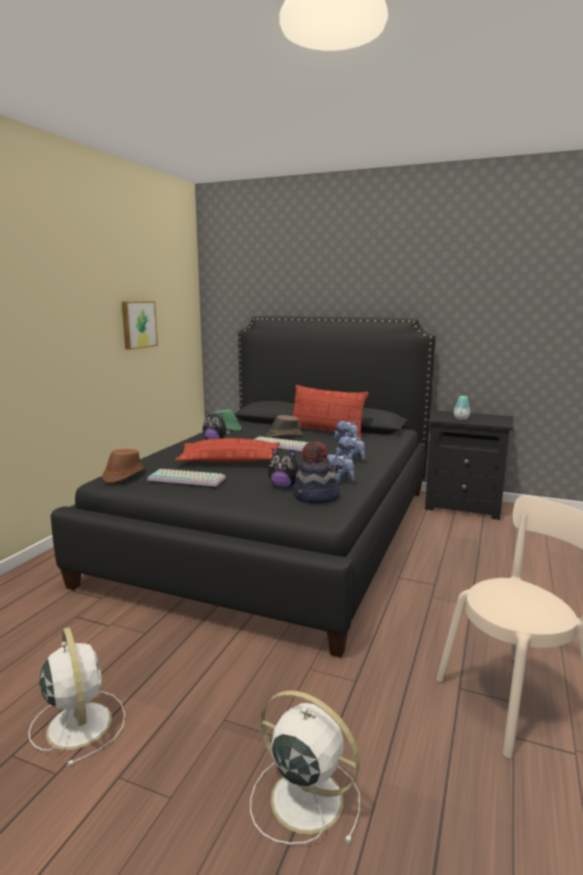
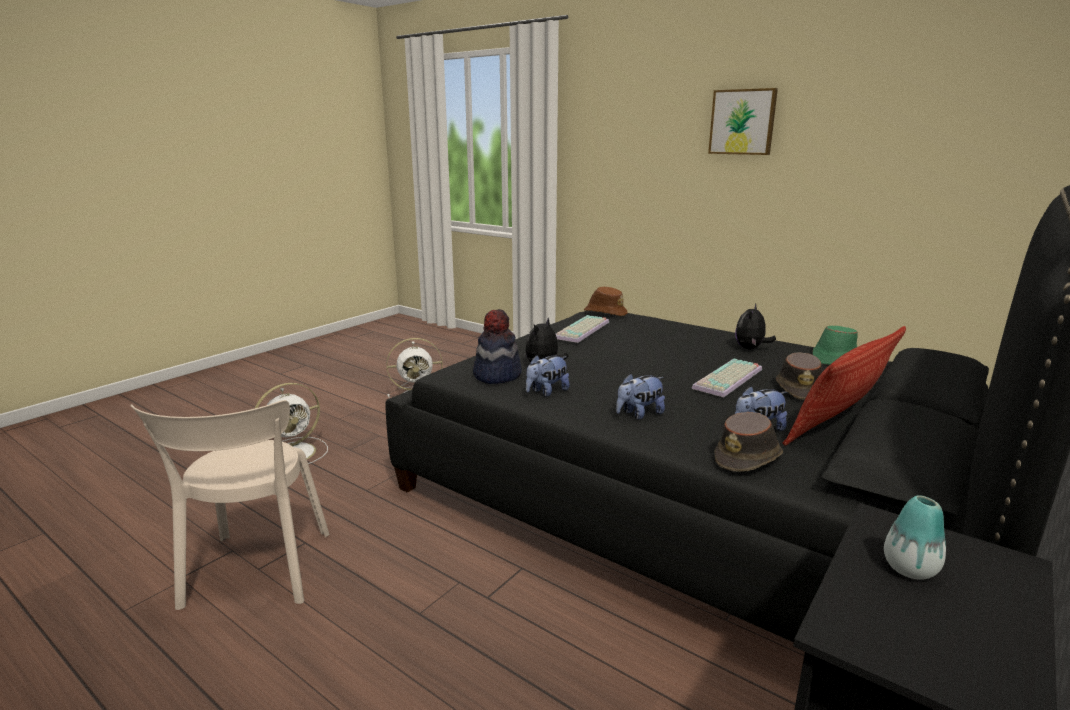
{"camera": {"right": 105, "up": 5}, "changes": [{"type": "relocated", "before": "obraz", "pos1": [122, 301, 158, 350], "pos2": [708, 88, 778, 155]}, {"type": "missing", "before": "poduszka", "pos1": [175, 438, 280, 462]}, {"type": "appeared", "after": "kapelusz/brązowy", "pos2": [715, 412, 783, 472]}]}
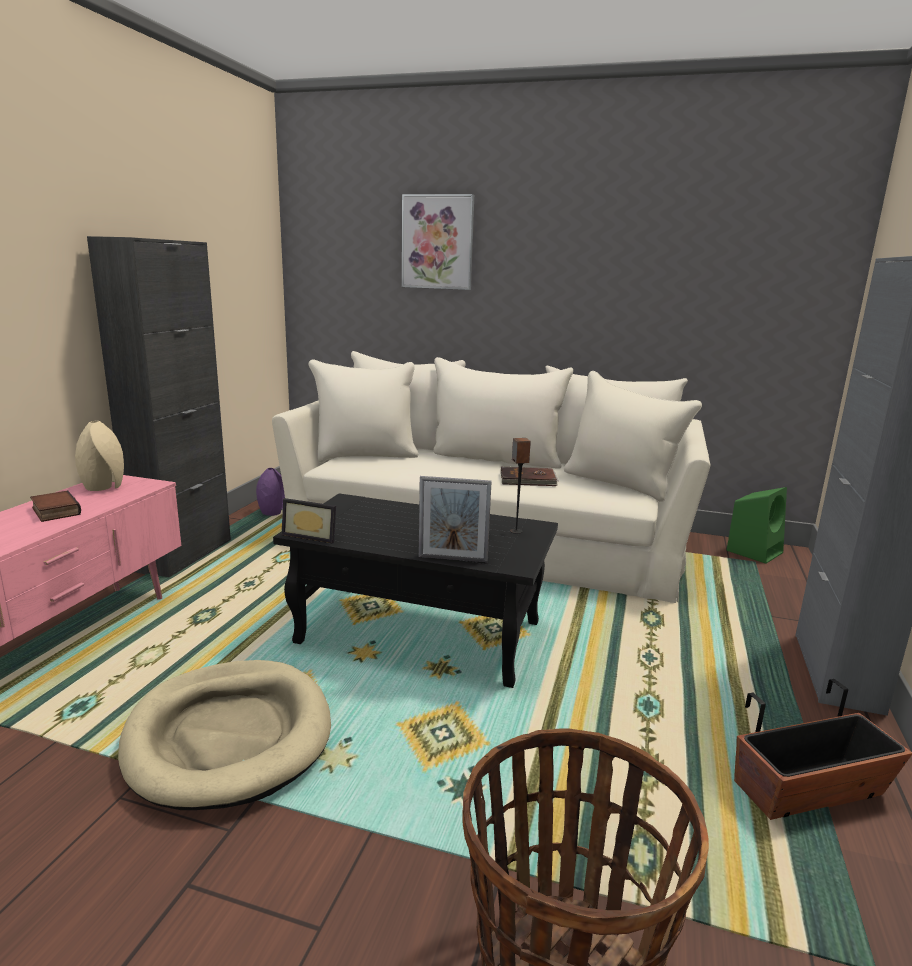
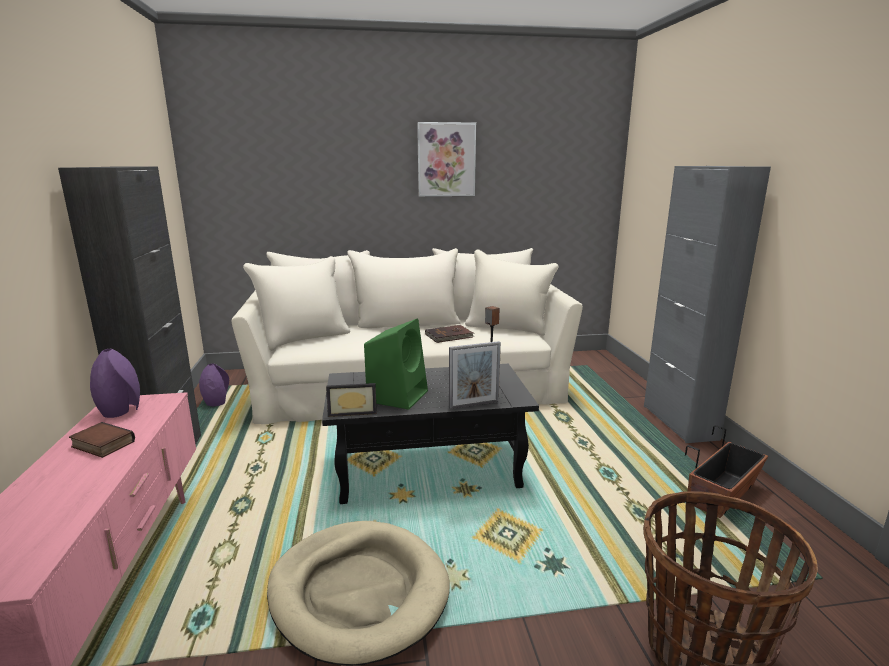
{"camera": {"right": -25, "up": 0}, "changes": [{"type": "relocated", "before": "obraz", "pos1": [402, 194, 474, 290], "pos2": [417, 122, 476, 197]}, {"type": "colour", "before": "wazon/beżowy", "after": "wazon/fioletowy", "pos1": [75, 421, 124, 491], "pos2": [90, 349, 140, 418]}, {"type": "relocated", "before": "głośnik/zielony", "pos1": [726, 487, 787, 564], "pos2": [364, 318, 428, 410]}]}
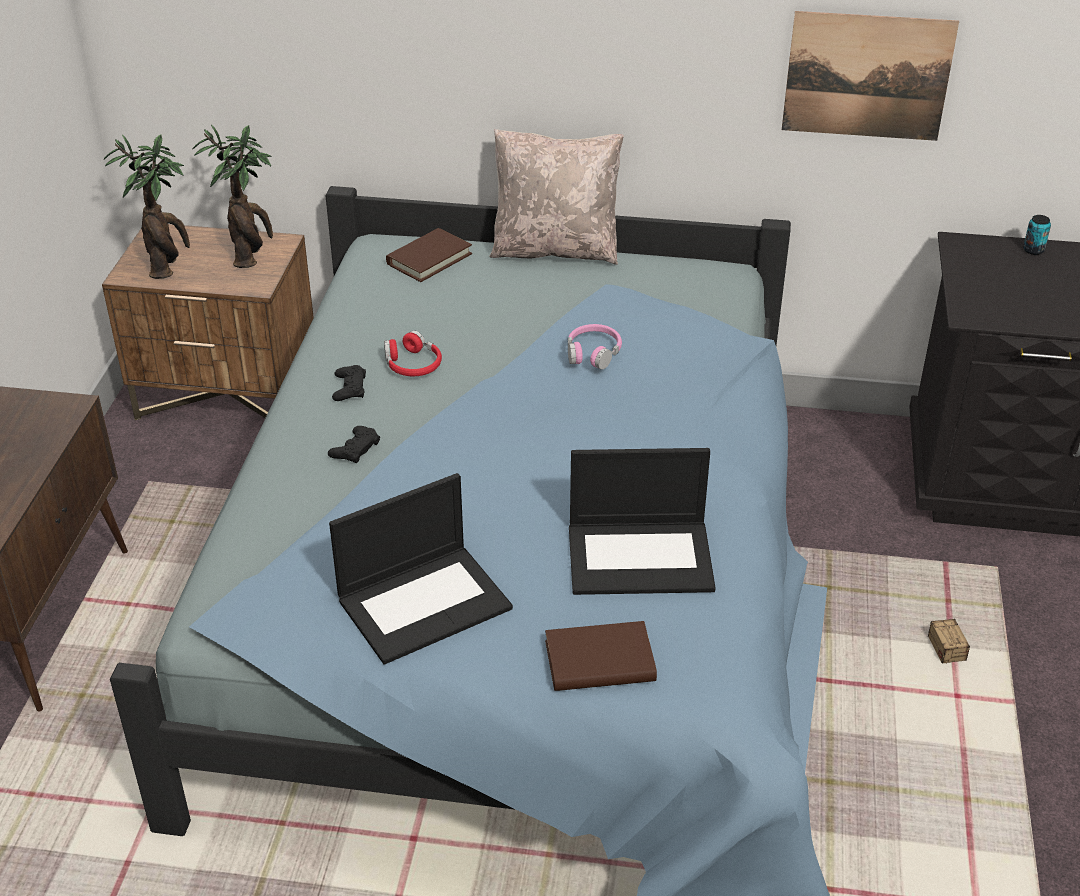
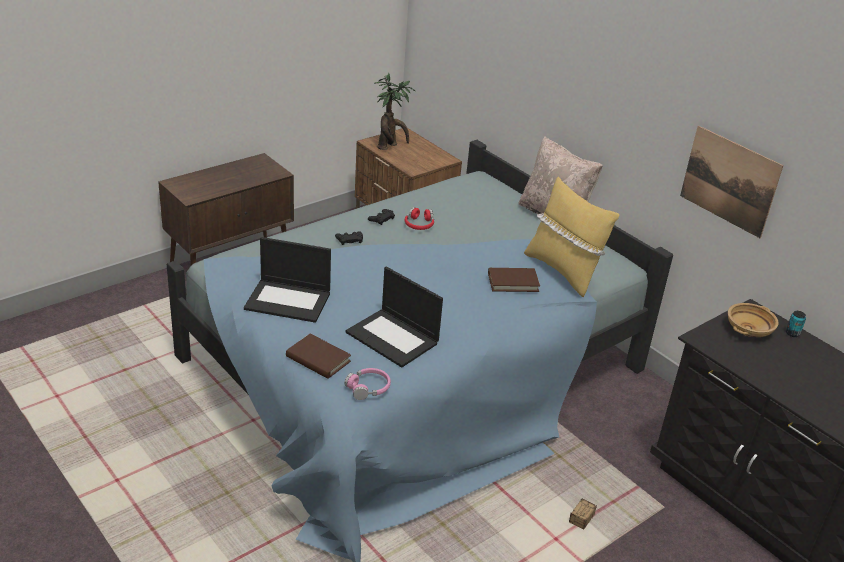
{"camera": {"right": 40, "up": -5}, "changes": [{"type": "missing", "before": "roślina doniczkowa", "pos1": [192, 125, 273, 268]}, {"type": "relocated", "before": "książka/brązowy", "pos1": [386, 228, 472, 282], "pos2": [488, 268, 540, 292]}, {"type": "relocated", "before": "słuchawki/różowy", "pos1": [568, 324, 622, 369], "pos2": [344, 368, 391, 400]}, {"type": "appeared", "after": "poduszka/żółty", "pos2": [524, 176, 619, 297]}, {"type": "appeared", "after": "miska/beżowy", "pos2": [728, 303, 779, 337]}]}
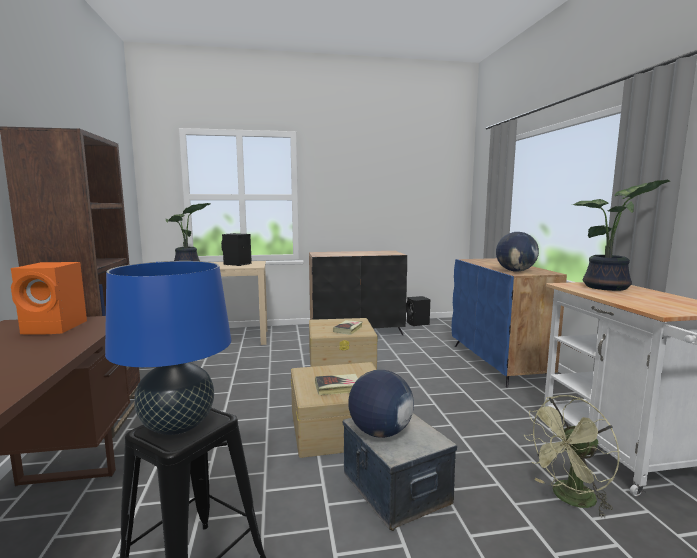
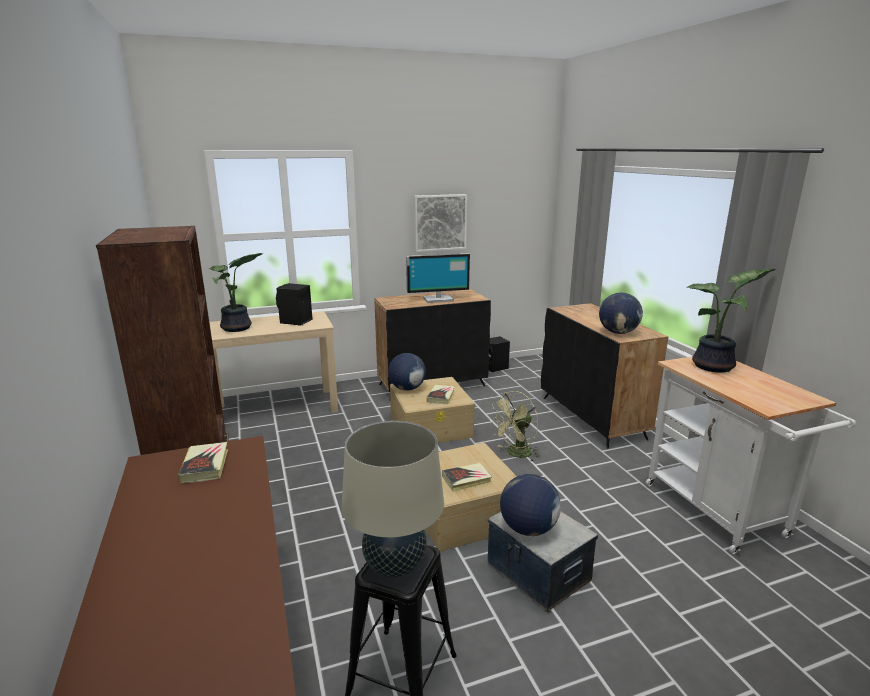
{"camera": {"right": -10, "up": 10}, "changes": [{"type": "colour", "before": "szafka/niebieski", "after": "szafka/czarny", "pos1": [452, 258, 567, 388], "pos2": [541, 303, 668, 449]}, {"type": "colour", "before": "lampa stołowa/niebieski", "after": "lampa stołowa/beżowy", "pos1": [105, 261, 231, 435], "pos2": [342, 421, 444, 577]}, {"type": "exchanged", "before": "głośnik/pomarańczowy", "after": "książka", "pos1": [11, 262, 87, 335], "pos2": [178, 442, 228, 483]}, {"type": "relocated", "before": "wentylator/zielony", "pos1": [524, 395, 620, 518], "pos2": [489, 391, 540, 462]}, {"type": "appeared", "after": "obraz", "pos2": [414, 194, 467, 252]}, {"type": "appeared", "after": "monitor", "pos2": [406, 253, 470, 303]}, {"type": "appeared", "after": "globus", "pos2": [388, 353, 426, 391]}]}
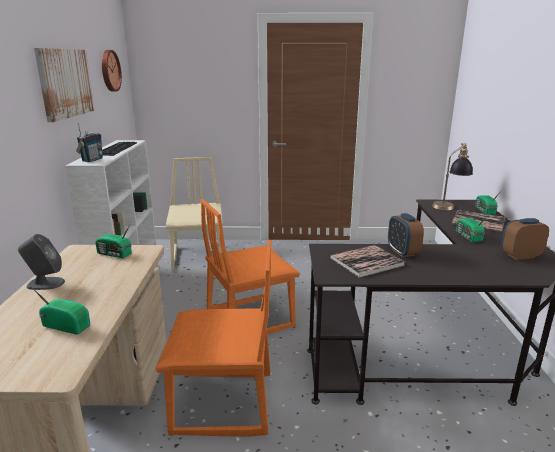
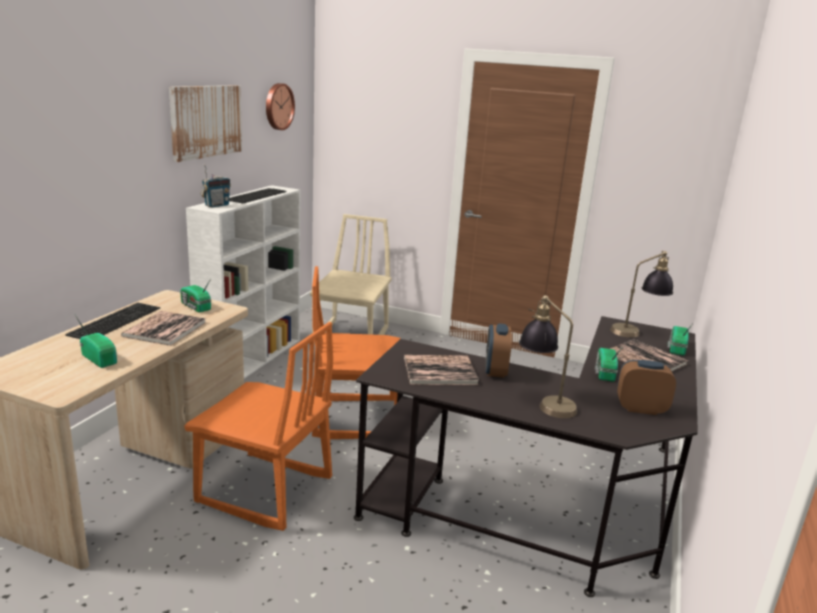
{"camera": {"right": 20, "up": 0}, "changes": [{"type": "exchanged", "before": "głośnik/szary", "after": "klawiatura", "pos1": [18, 234, 65, 290], "pos2": [65, 303, 160, 339]}, {"type": "appeared", "after": "lampa stołowa", "pos2": [519, 295, 577, 418]}, {"type": "appeared", "after": "książka", "pos2": [121, 311, 206, 346]}]}
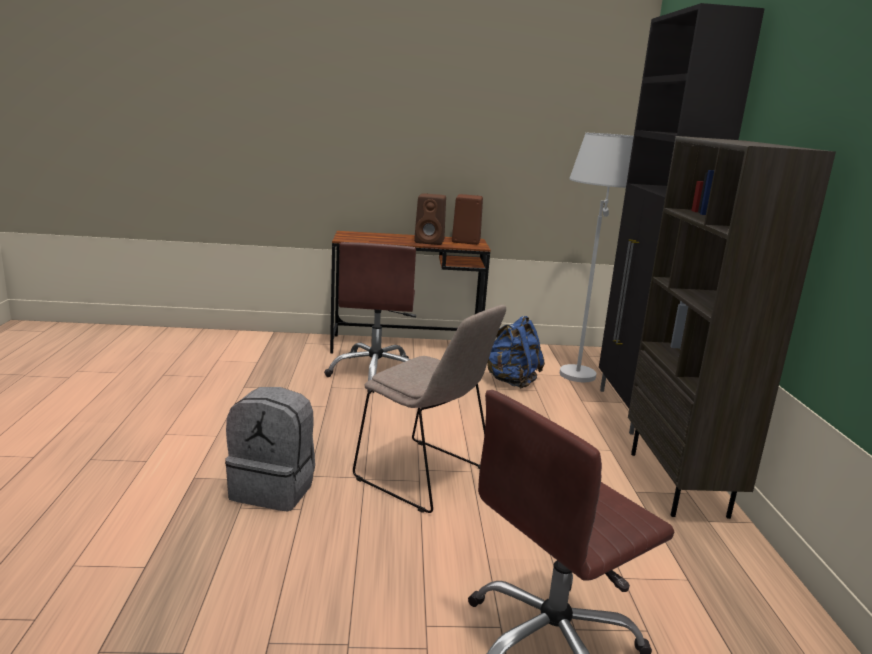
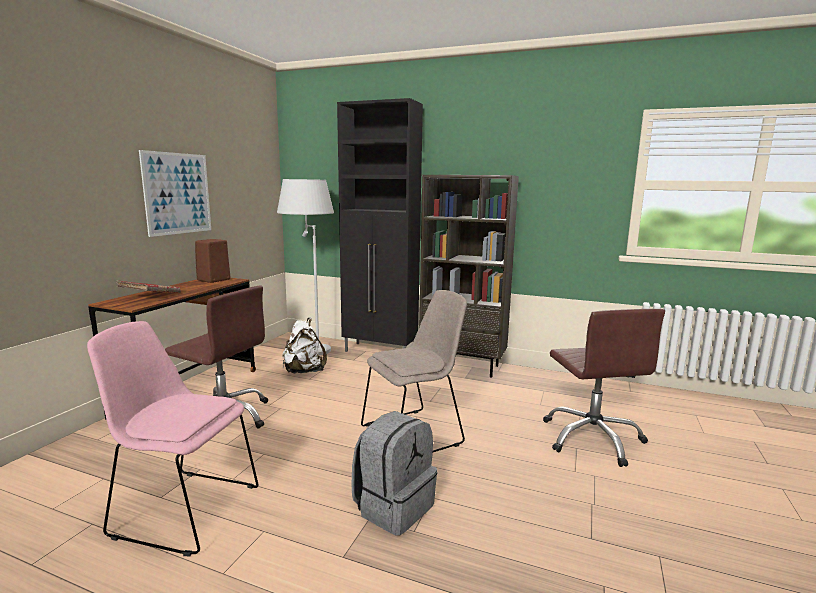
{"camera": {"right": -65, "up": -5}, "changes": [{"type": "missing", "before": "głośnik/brązowy", "pos1": [414, 193, 446, 245]}, {"type": "colour", "before": "plecak/niebieski", "after": "plecak/biały", "pos1": [487, 316, 545, 388], "pos2": [283, 318, 327, 373]}, {"type": "appeared", "after": "obraz", "pos2": [139, 150, 211, 237]}, {"type": "appeared", "after": "książka/czerwony", "pos2": [116, 281, 181, 293]}, {"type": "appeared", "after": "krzesło/różowy", "pos2": [87, 321, 258, 557]}]}
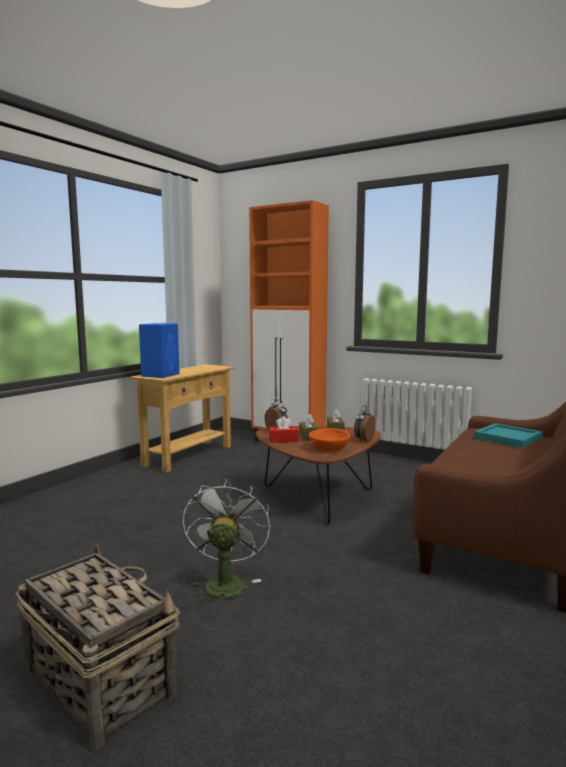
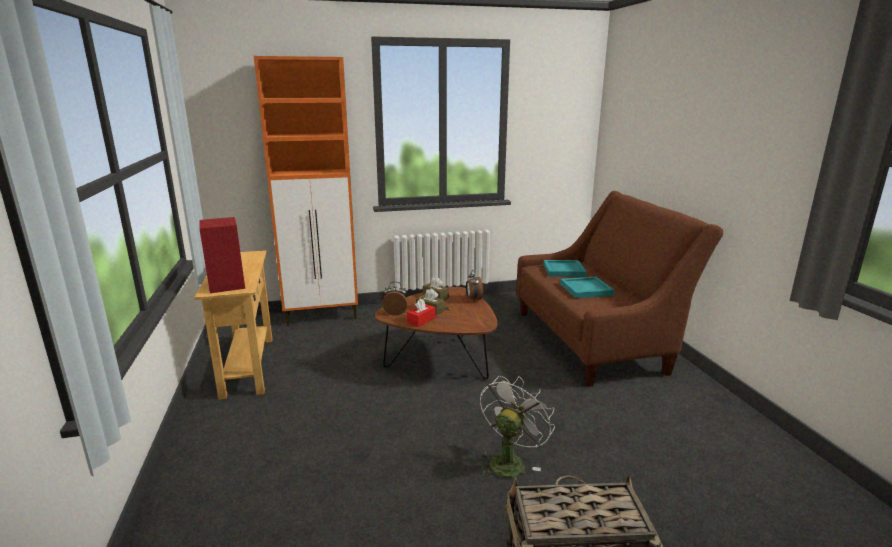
{"camera": {"right": -45, "up": 10}, "changes": [{"type": "colour", "before": "głośnik/niebieski", "after": "głośnik/czerwony", "pos1": [139, 323, 180, 378], "pos2": [199, 217, 245, 293]}, {"type": "missing", "before": "miska/pomarańczowy", "pos1": [309, 428, 350, 451]}, {"type": "spun", "before": "wentylator/biały", "pos1": [183, 480, 270, 606], "pos2": [478, 376, 555, 479], "turn": 75}, {"type": "appeared", "after": "taca/turkusowy", "pos2": [560, 276, 615, 298]}]}
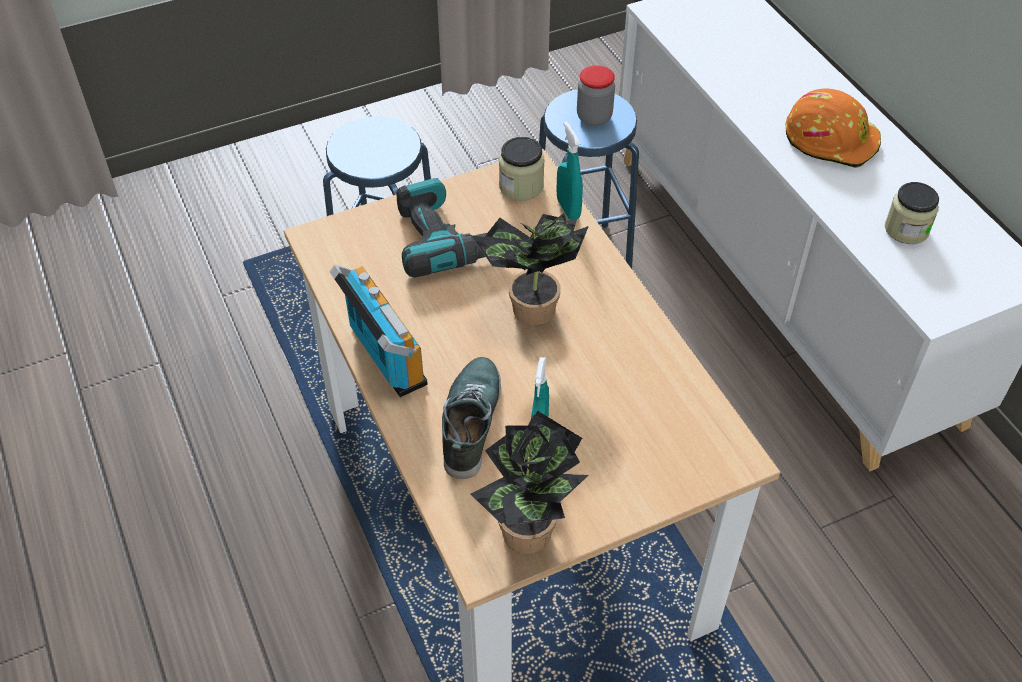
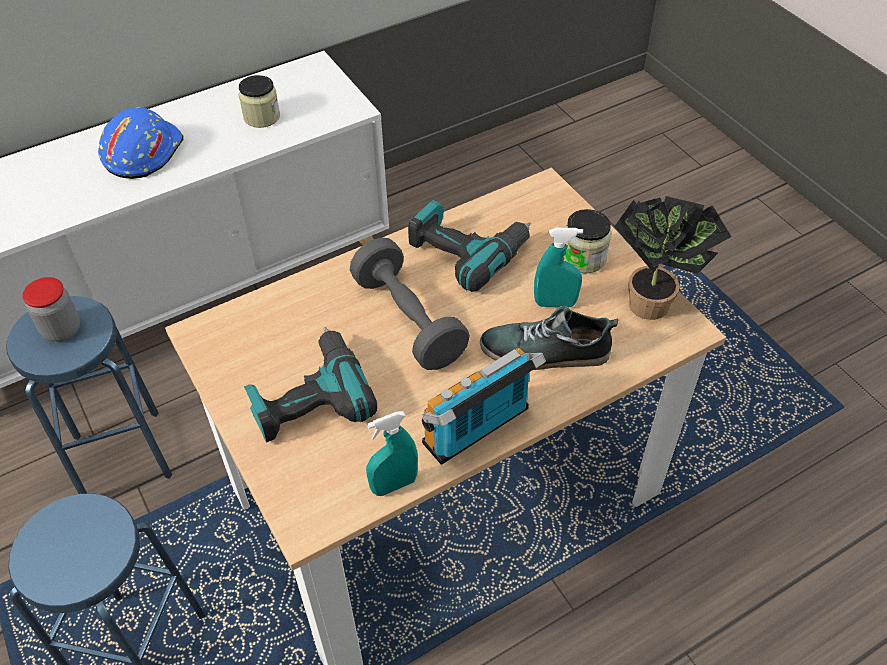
{"camera": {"right": -95, "up": 0}, "changes": [{"type": "colour", "before": "kask/pomarańczowy", "after": "kask/niebieski", "pos1": [786, 89, 881, 168], "pos2": [98, 107, 184, 179]}, {"type": "relocated", "before": "spryskiwacz/turkusowy", "pos1": [556, 121, 583, 220], "pos2": [366, 411, 418, 496]}, {"type": "relocated", "before": "słoik", "pos1": [499, 137, 545, 201], "pos2": [564, 209, 611, 274]}, {"type": "exchanged", "before": "roślina doniczkowa", "after": "hantel/szary", "pos1": [471, 212, 589, 326], "pos2": [350, 237, 470, 370]}, {"type": "appeared", "after": "wiertarka", "pos2": [408, 200, 531, 292]}]}
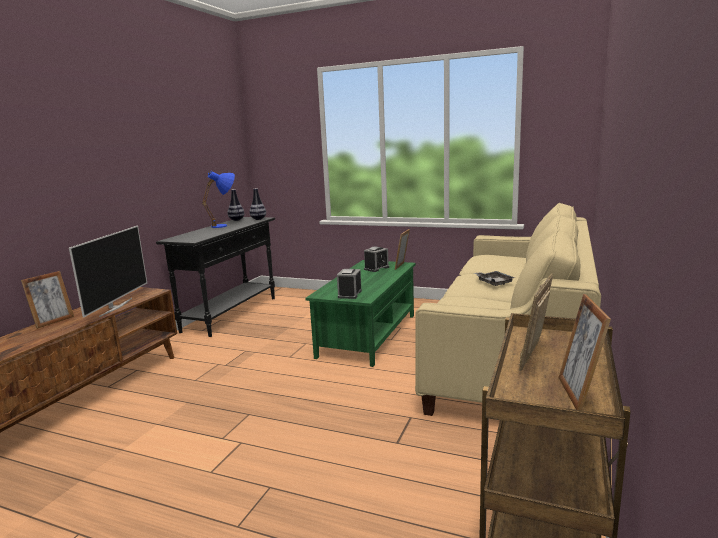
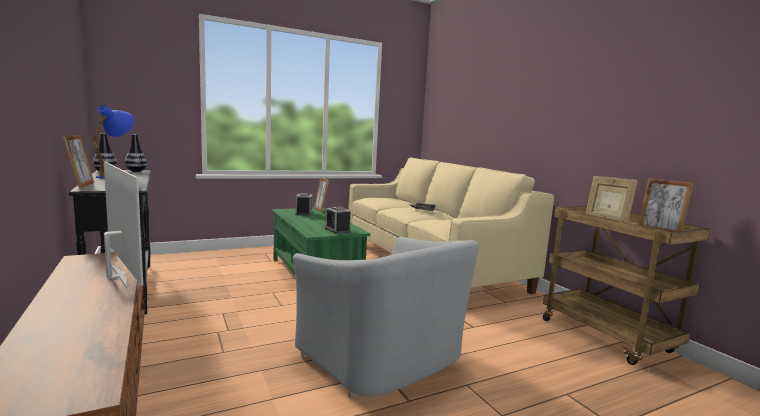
{"camera": {"right": -50, "up": -5}, "changes": [{"type": "relocated", "before": "ramka na zdjęcie", "pos1": [21, 271, 74, 329], "pos2": [63, 135, 94, 188]}, {"type": "appeared", "after": "fotel/szary", "pos2": [293, 237, 479, 398]}]}
